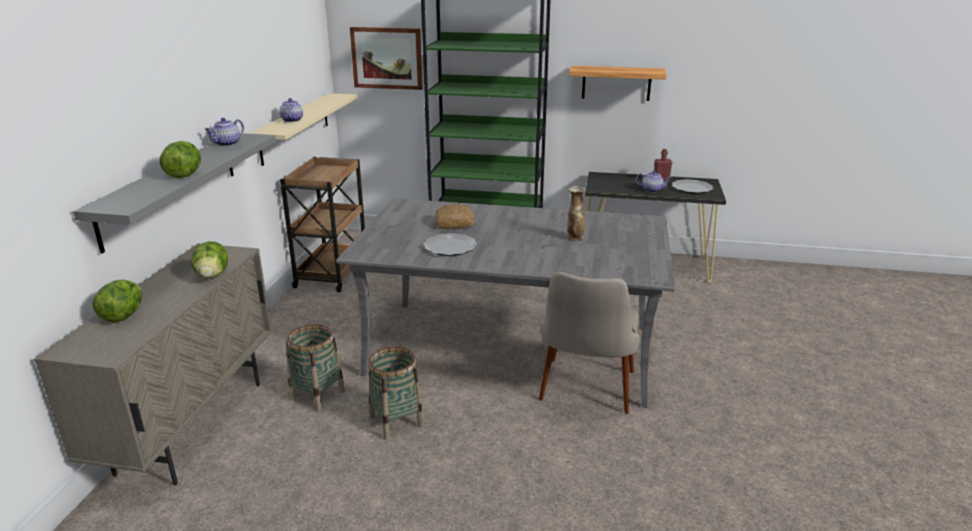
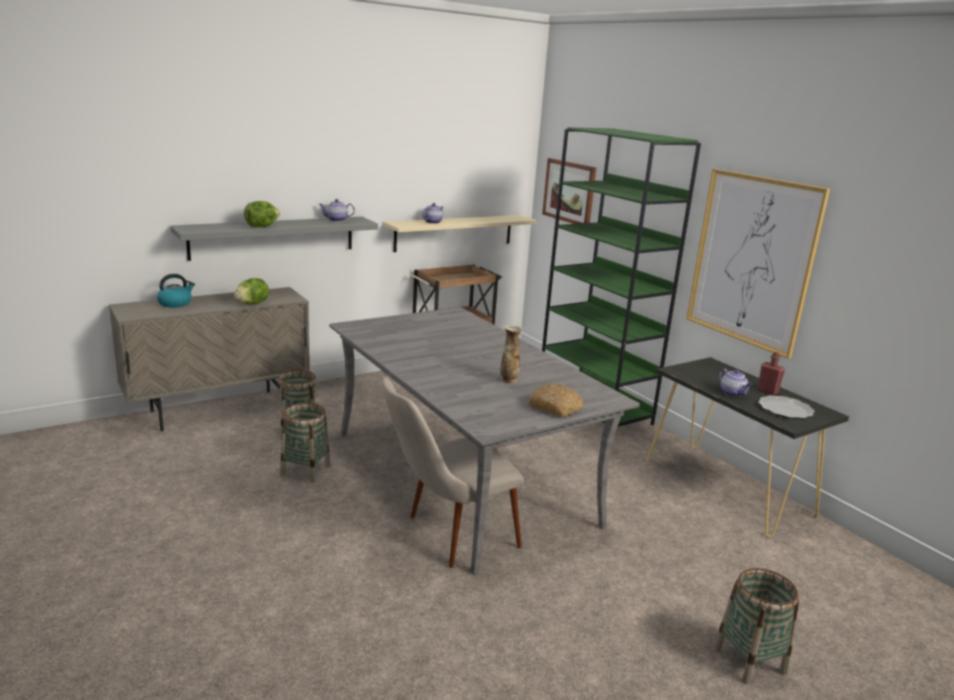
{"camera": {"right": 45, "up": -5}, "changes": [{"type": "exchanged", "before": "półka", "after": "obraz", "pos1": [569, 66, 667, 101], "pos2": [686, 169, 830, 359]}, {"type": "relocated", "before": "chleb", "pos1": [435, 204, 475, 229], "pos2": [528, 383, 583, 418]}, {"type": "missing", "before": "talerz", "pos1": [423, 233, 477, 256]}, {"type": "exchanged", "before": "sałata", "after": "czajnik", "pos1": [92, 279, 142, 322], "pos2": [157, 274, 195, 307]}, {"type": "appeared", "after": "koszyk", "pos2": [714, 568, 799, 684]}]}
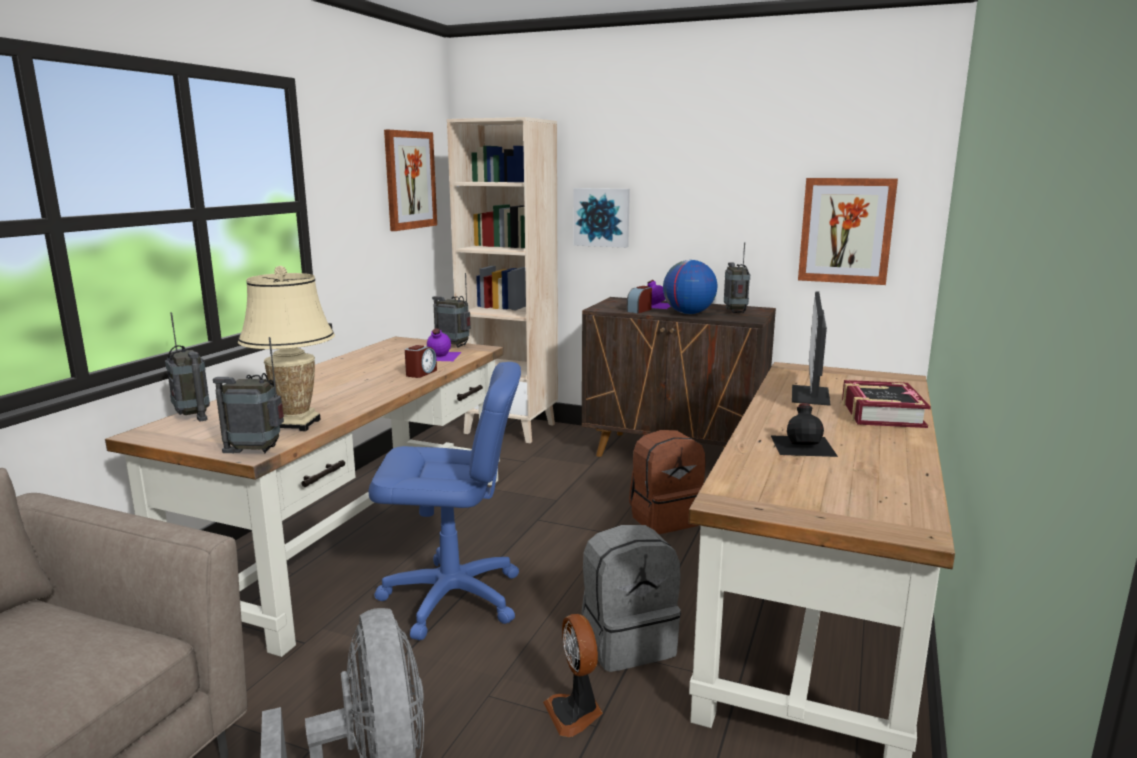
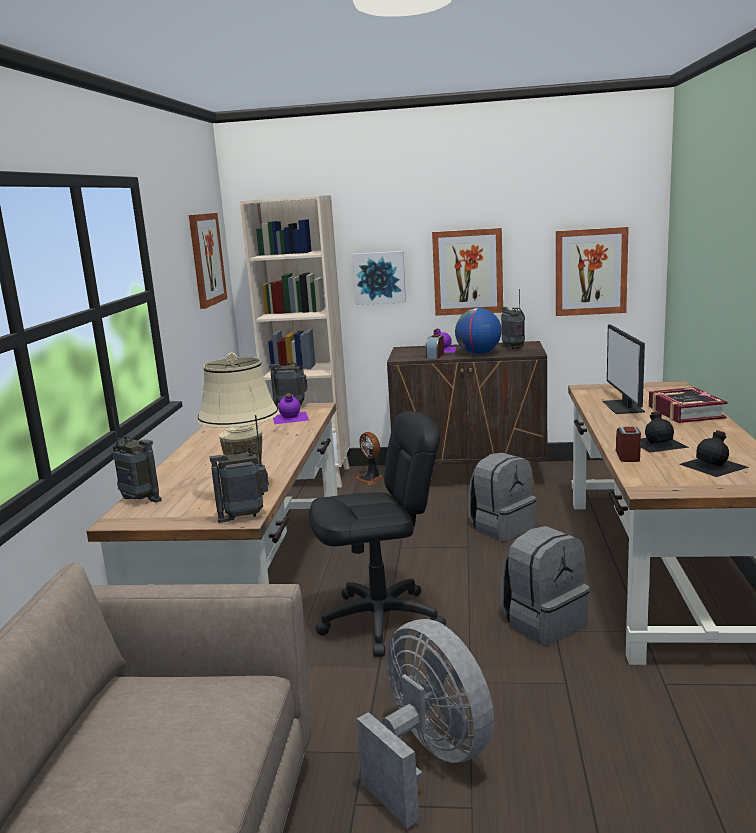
{"camera": {"right": -15, "up": 0}, "changes": [{"type": "relocated", "before": "budzik", "pos1": [405, 345, 437, 378], "pos2": [616, 427, 641, 462]}, {"type": "colour", "before": "krzesło biurowe/niebieski", "after": "krzesło biurowe/czarny", "pos1": [368, 362, 521, 640], "pos2": [309, 411, 446, 657]}, {"type": "colour", "before": "plecak/brązowy", "after": "plecak/szary", "pos1": [629, 430, 706, 534], "pos2": [468, 453, 536, 541]}, {"type": "relocated", "before": "wentylator", "pos1": [543, 614, 603, 737], "pos2": [355, 432, 383, 485]}, {"type": "appeared", "after": "obraz", "pos2": [432, 228, 503, 316]}, {"type": "appeared", "after": "butelka/czarny", "pos2": [679, 430, 749, 477]}]}
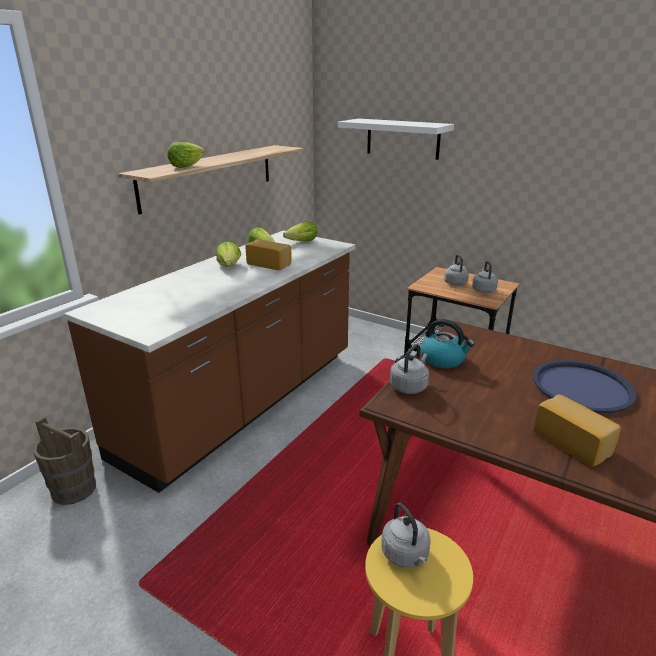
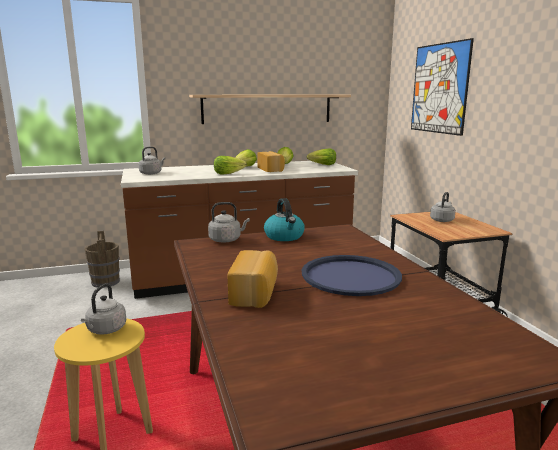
{"camera": {"right": 40, "up": -10}, "changes": [{"type": "exchanged", "before": "półka/biały", "after": "obraz", "pos1": [338, 119, 454, 160], "pos2": [411, 38, 474, 136]}, {"type": "relocated", "before": "sałata", "pos1": [167, 142, 205, 168], "pos2": [214, 156, 247, 174]}, {"type": "relocated", "before": "czajnik/szary", "pos1": [472, 261, 498, 293], "pos2": [138, 147, 166, 175]}]}
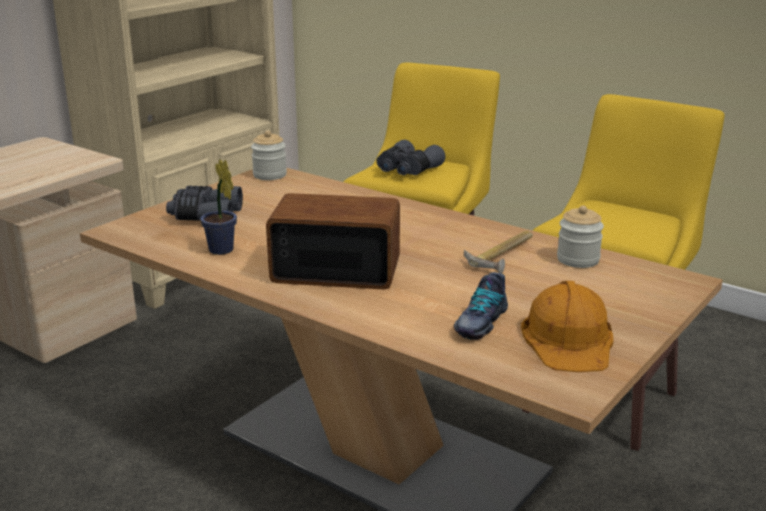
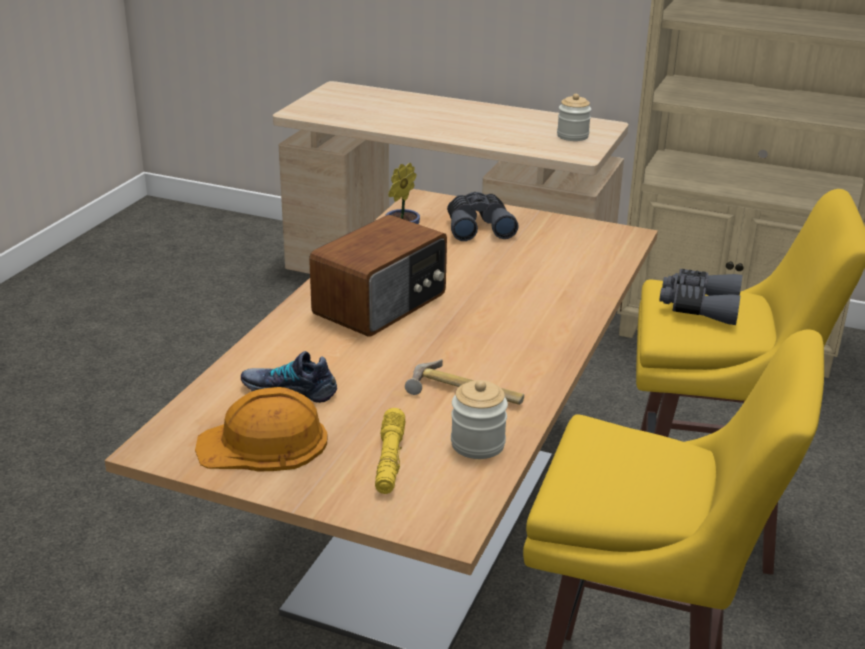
{"camera": {"right": 75, "up": 5}, "changes": [{"type": "relocated", "before": "słoik", "pos1": [251, 131, 287, 180], "pos2": [557, 94, 591, 141]}, {"type": "spun", "before": "radio", "pos1": [266, 193, 400, 290], "pos2": [309, 215, 447, 337], "turn": 45}, {"type": "appeared", "after": "latarka/żółty", "pos2": [375, 408, 406, 494]}]}
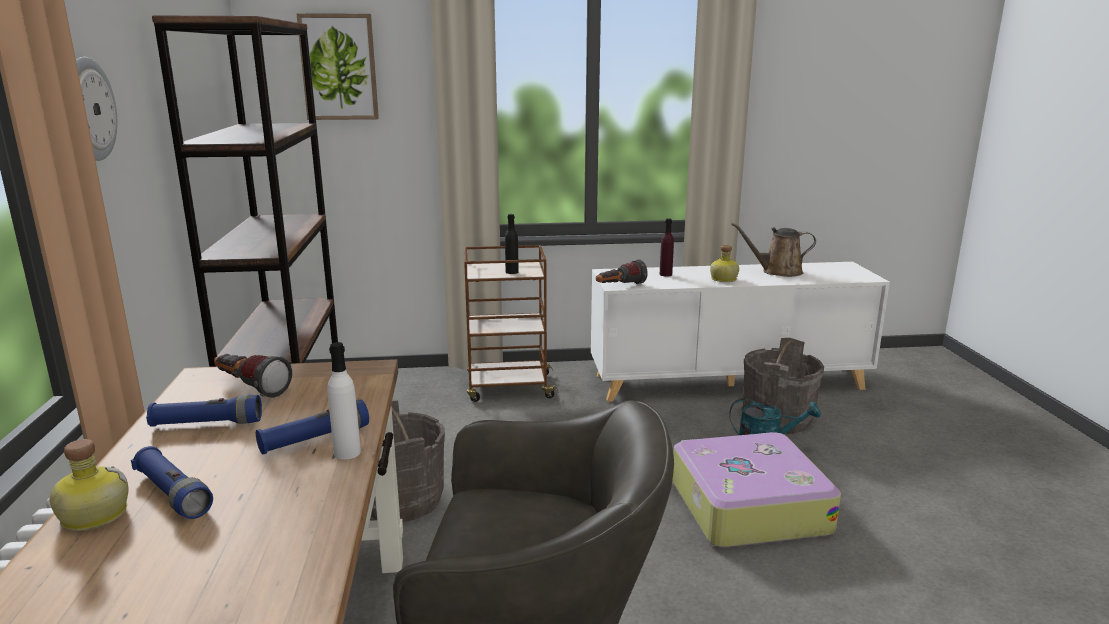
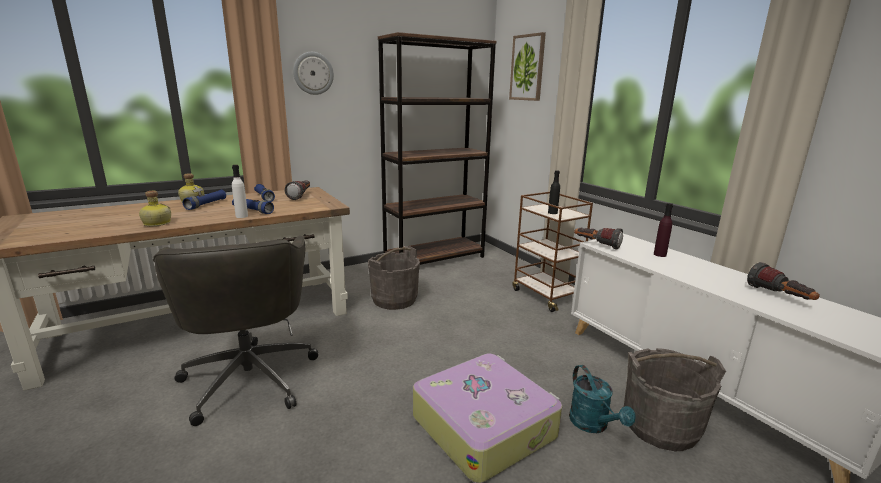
{"camera": {"right": 65, "up": 0}, "changes": [{"type": "exchanged", "before": "konewka/brązowy", "after": "latarka", "pos1": [731, 223, 816, 277], "pos2": [747, 262, 820, 300]}, {"type": "relocated", "before": "butelka", "pos1": [710, 245, 739, 282], "pos2": [139, 191, 171, 226]}]}
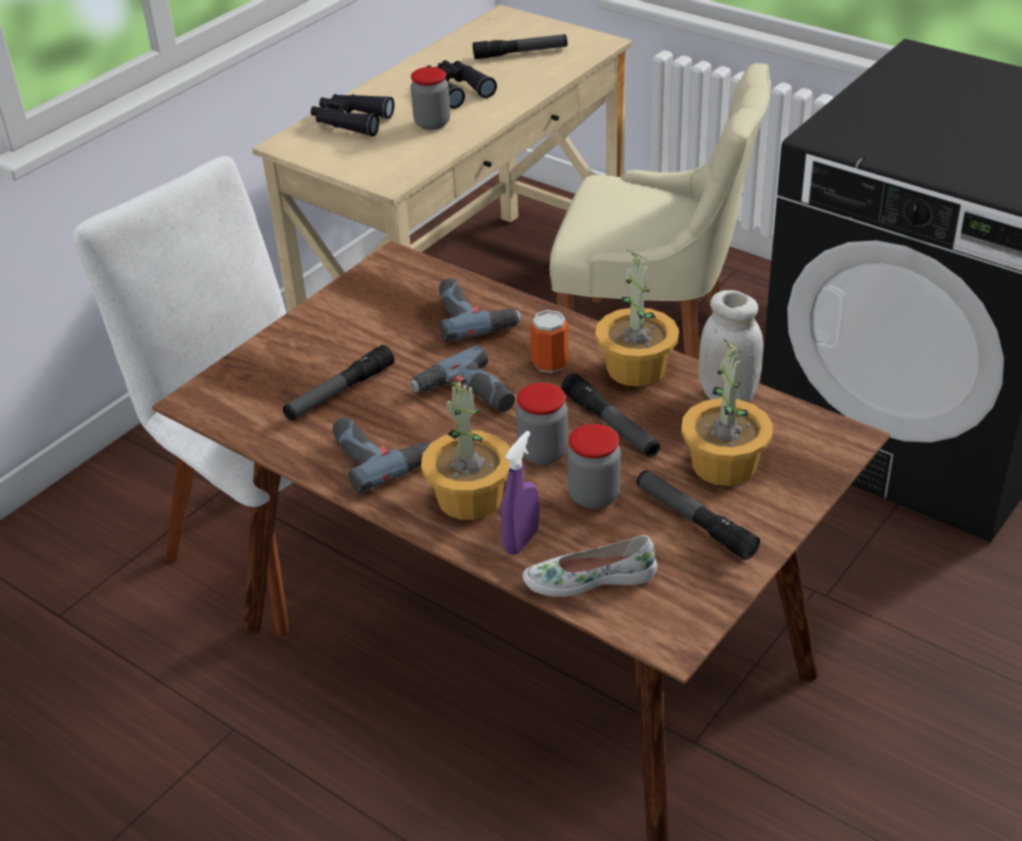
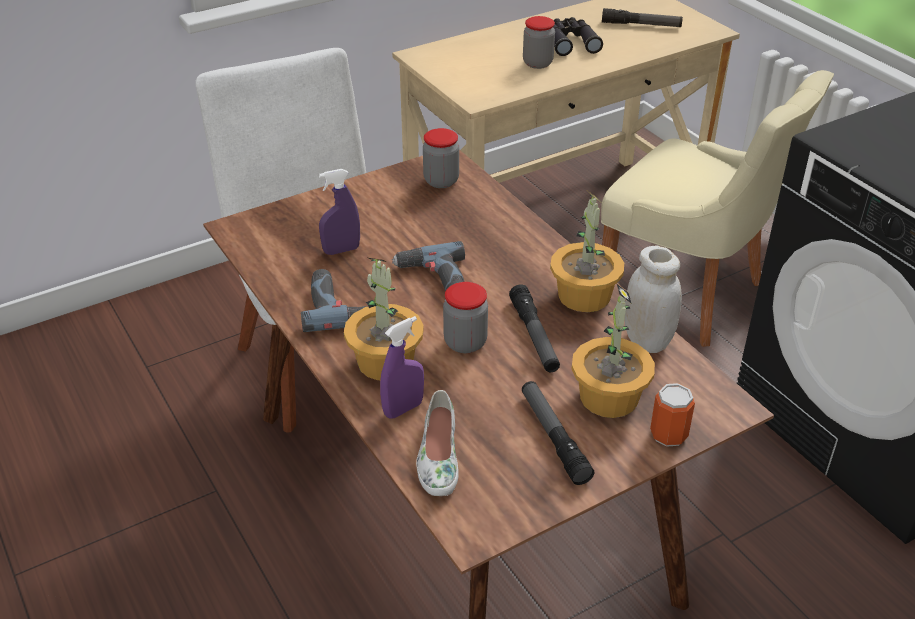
{"camera": {"right": 20, "up": 0}, "changes": [{"type": "missing", "before": "lornetka/czarny", "pos1": [311, 94, 394, 136]}, {"type": "missing", "before": "wiertarka", "pos1": [439, 278, 522, 342]}, {"type": "relocated", "before": "puszka", "pos1": [530, 310, 569, 373], "pos2": [650, 383, 695, 447]}, {"type": "exchanged", "before": "latarka", "after": "spryskiwacz/fioletowy", "pos1": [283, 345, 394, 420], "pos2": [319, 169, 360, 255]}, {"type": "relocated", "before": "słoik", "pos1": [567, 424, 621, 509], "pos2": [423, 128, 459, 188]}, {"type": "spun", "before": "but/biały", "pos1": [523, 535, 657, 597], "pos2": [416, 390, 459, 496], "turn": -105}]}
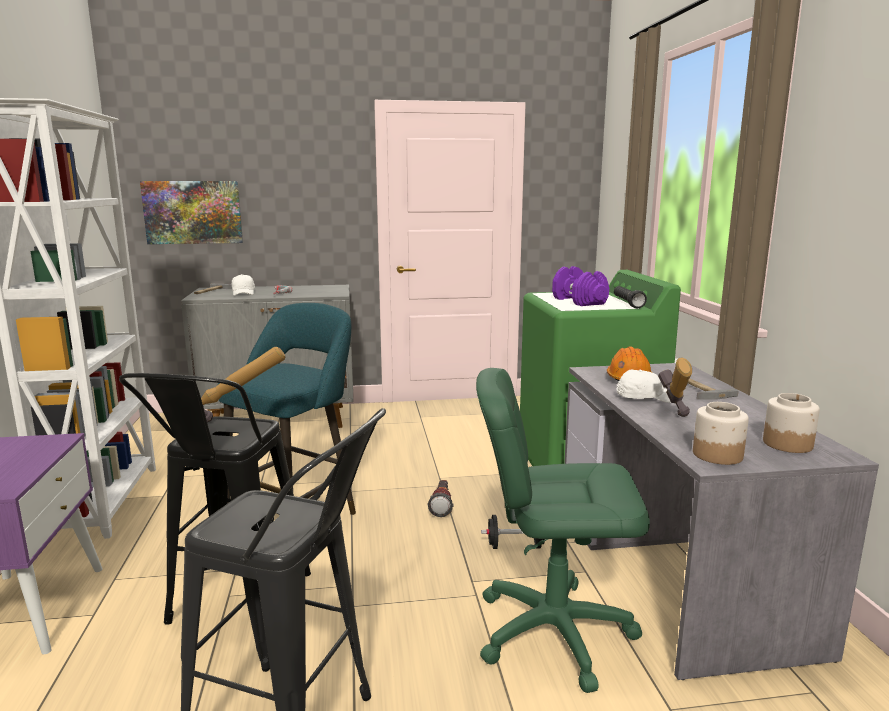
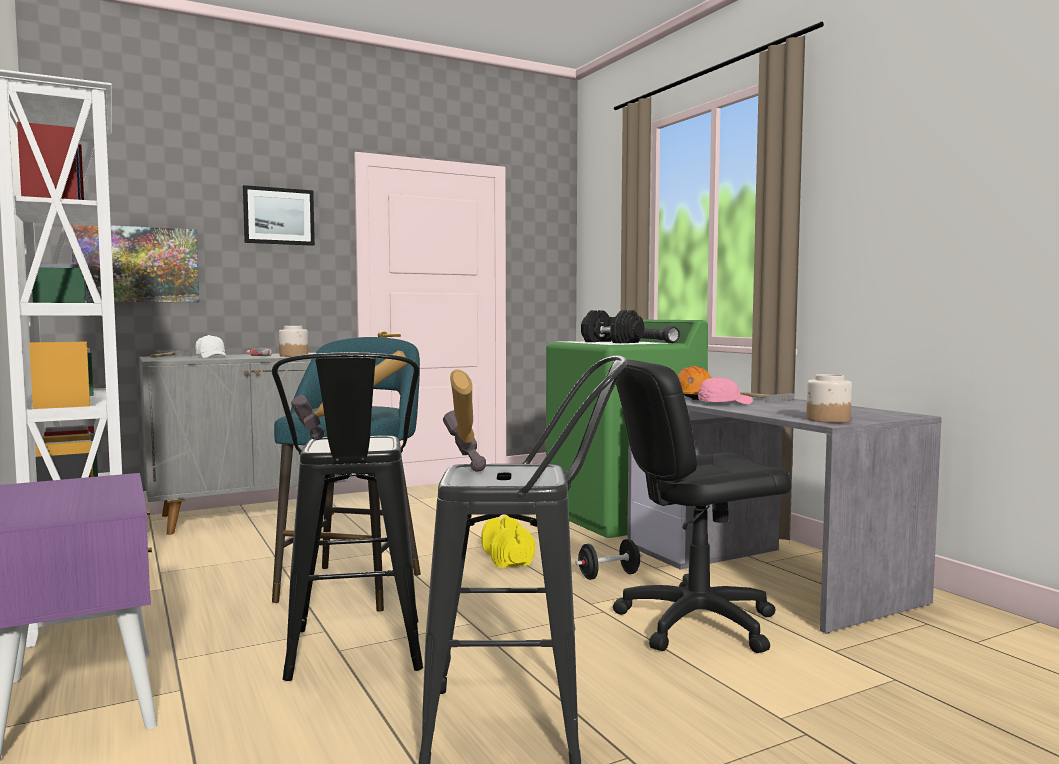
{"camera": {"right": -20, "up": -10}, "changes": [{"type": "colour", "before": "hantel/fioletowy", "after": "hantel/czarny", "pos1": [552, 266, 609, 306], "pos2": [581, 310, 644, 343]}, {"type": "relocated", "before": "młotek", "pos1": [658, 358, 692, 417], "pos2": [443, 370, 486, 472]}, {"type": "colour", "before": "krzesło biurowe/zielony", "after": "krzesło biurowe/czarny", "pos1": [476, 368, 650, 693], "pos2": [613, 360, 791, 653]}, {"type": "colour", "before": "czapka z daszkiem/biały", "after": "czapka z daszkiem/różowy", "pos1": [616, 370, 671, 403], "pos2": [698, 377, 753, 404]}, {"type": "relocated", "before": "słoik", "pos1": [763, 393, 820, 453], "pos2": [279, 326, 308, 357]}, {"type": "exchanged", "before": "latarka", "after": "hantel/żółty", "pos1": [427, 480, 453, 517], "pos2": [481, 515, 535, 568]}, {"type": "appeared", "after": "obraz", "pos2": [243, 185, 315, 246]}]}
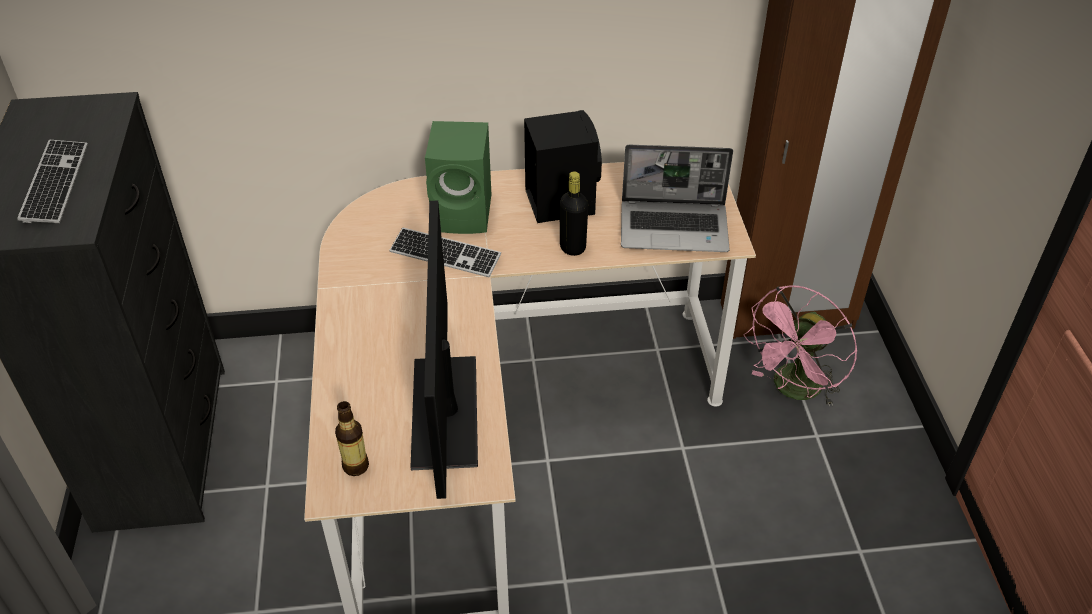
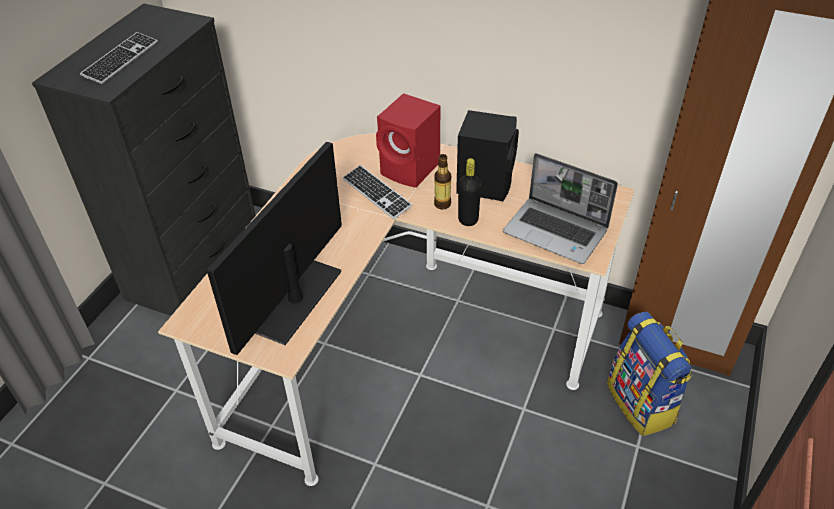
{"camera": {"right": 30, "up": 0}, "changes": [{"type": "colour", "before": "głośnik/zielony", "after": "głośnik/czerwony", "pos1": [425, 121, 491, 234], "pos2": [376, 93, 440, 188]}, {"type": "exchanged", "before": "wentylator/różowy", "after": "plecak", "pos1": [743, 285, 857, 407], "pos2": [607, 312, 692, 436]}, {"type": "relocated", "before": "butelka", "pos1": [335, 401, 369, 476], "pos2": [434, 154, 451, 209]}]}
